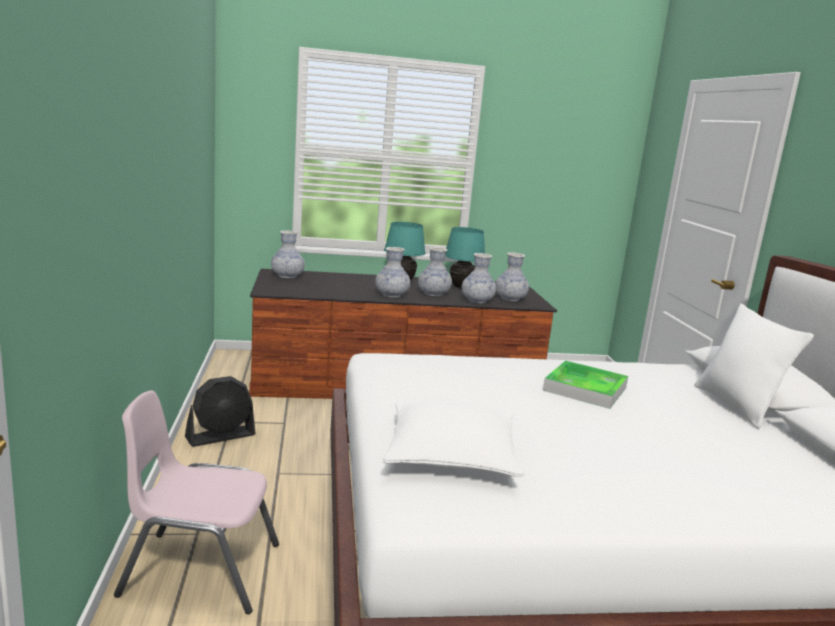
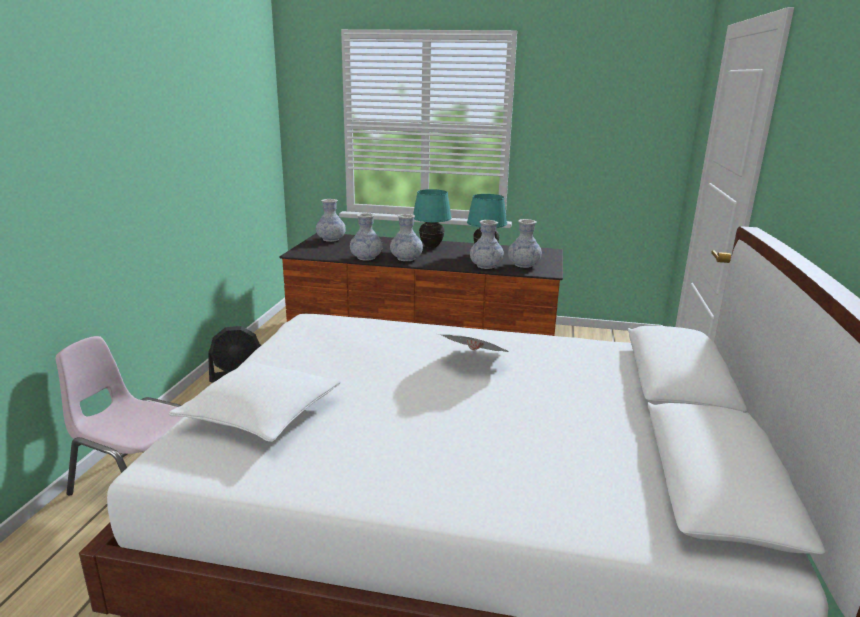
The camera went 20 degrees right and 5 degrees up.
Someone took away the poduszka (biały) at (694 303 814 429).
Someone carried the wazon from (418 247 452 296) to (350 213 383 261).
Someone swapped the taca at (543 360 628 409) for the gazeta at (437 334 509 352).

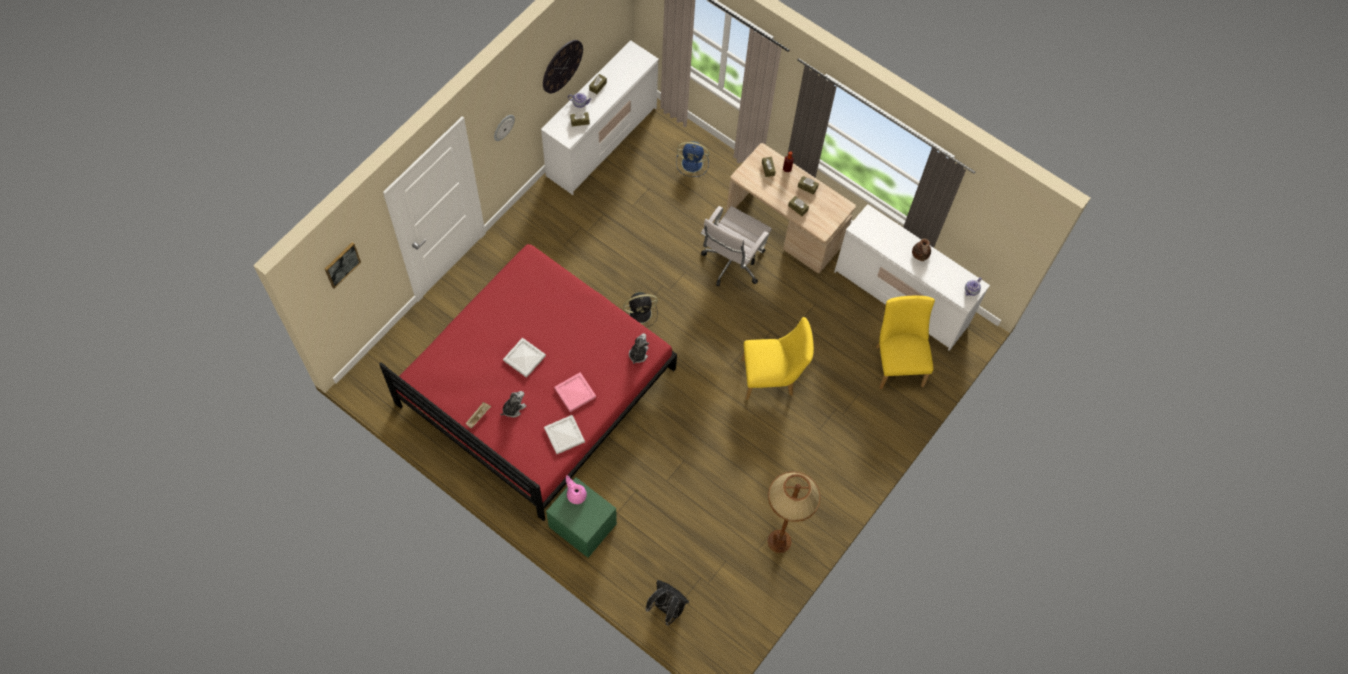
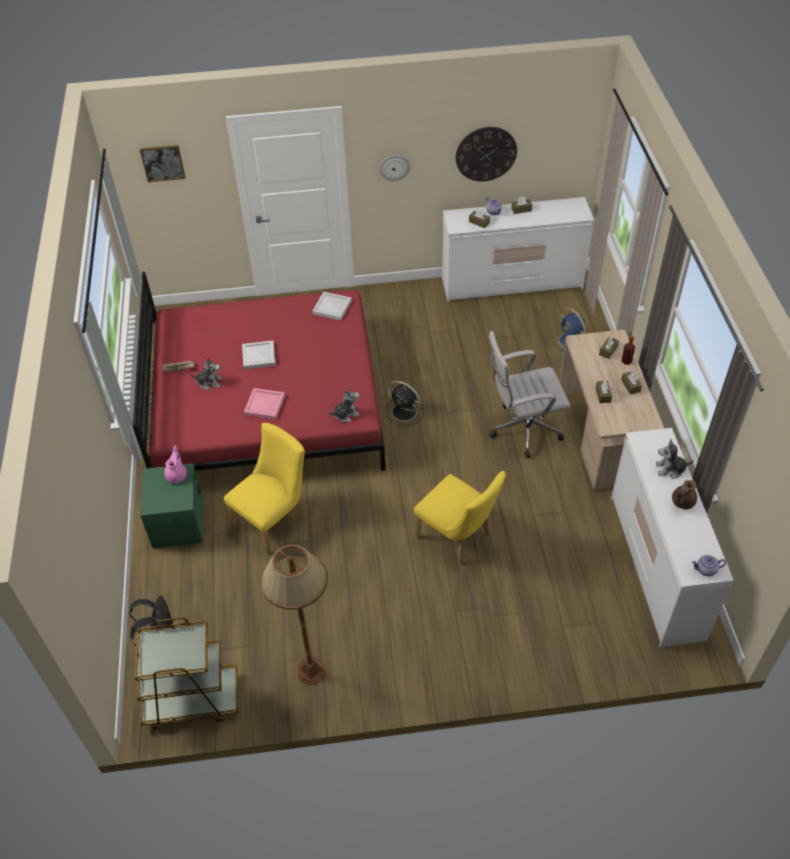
The camera went 50 degrees right and 15 degrees down.
Someone put down the wózek (brązowy) at (135 617 238 730).
Someone put down the pluszak at (656 439 694 479).
Someone carried the taca (biały) from (544 415 585 454) to (312 292 352 320).
Someone carried the krzesło (żółty) from (876 296 935 389) to (224 423 306 554).

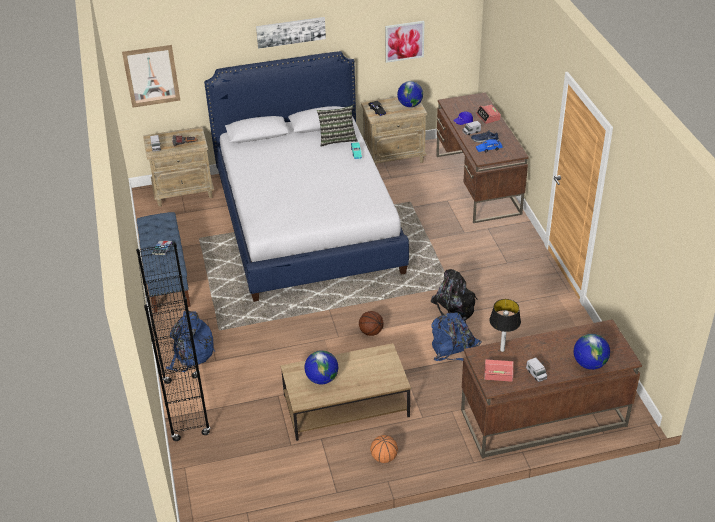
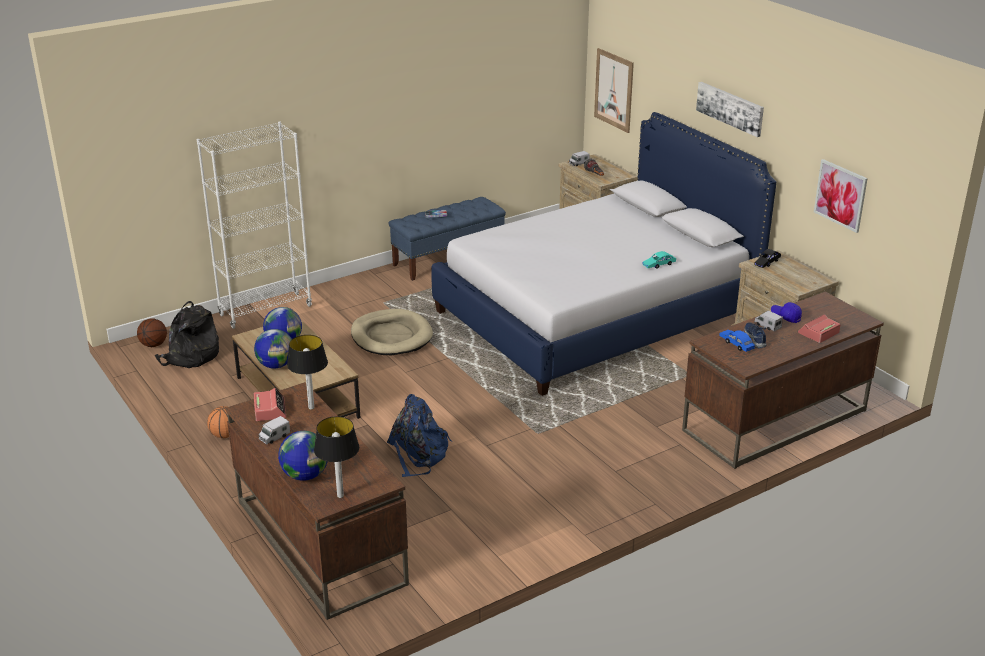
The camera went 70 degrees right and 10 degrees down.
Someone took away the plecak (niebieski) at (166 311 215 372).
Someone took away the poduszka at (317 105 358 147).
Someone put down the lampa stołowa at (314 416 359 498).
Someone put down the legowisko (beżowy) at (351 309 433 355).
Someone carried the piłka do koszykówki from (359 311 384 336) to (137 318 167 347).
Someone carried the globus from (397 81 423 107) to (254 329 292 369).
Someone carried the plecak (czarny) from (431 269 478 323) to (155 301 219 368).
Someone repainted the regał (czarny) at (136 242 210 441), which became the regał (biały) at (197 122 312 329).

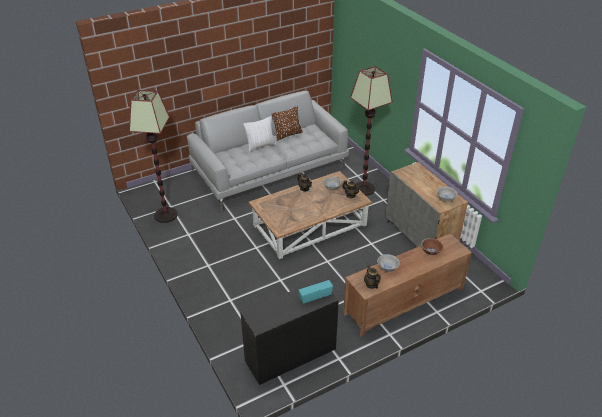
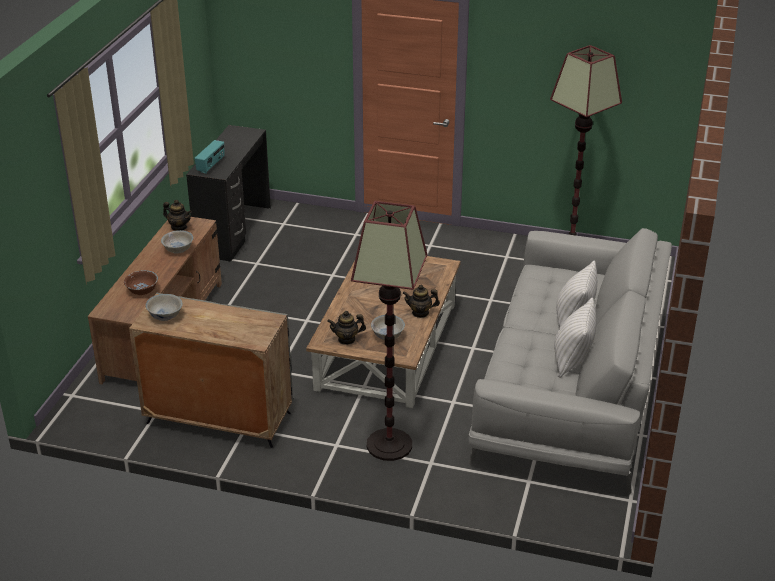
The camera went 135 degrees right and 5 degrees down.
Someone repainted the poduszka (brązowy) at (272 106 303 141), which became the poduszka (biały) at (554 298 596 378).

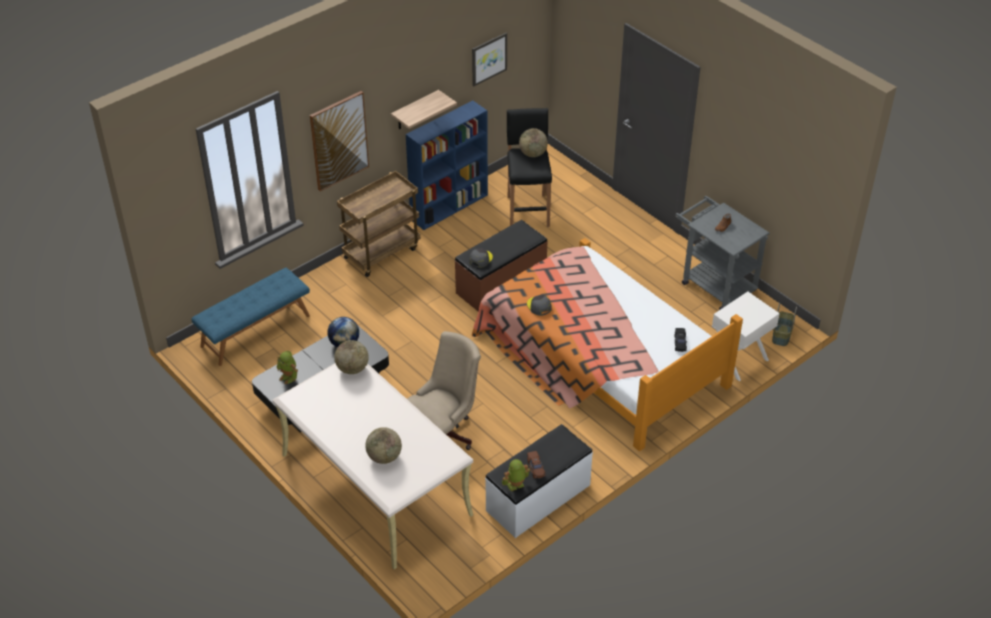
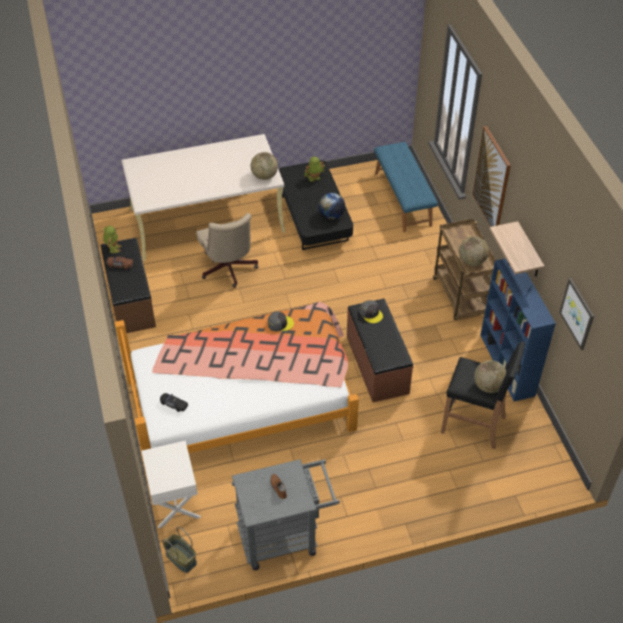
The camera went 115 degrees right and 5 degrees up.
Someone carried the globus from (365 427 402 464) to (459 237 489 266).
Someone repainted the ławka (biały) at (485 424 593 538), which became the ławka (brązowy) at (101 238 156 333).

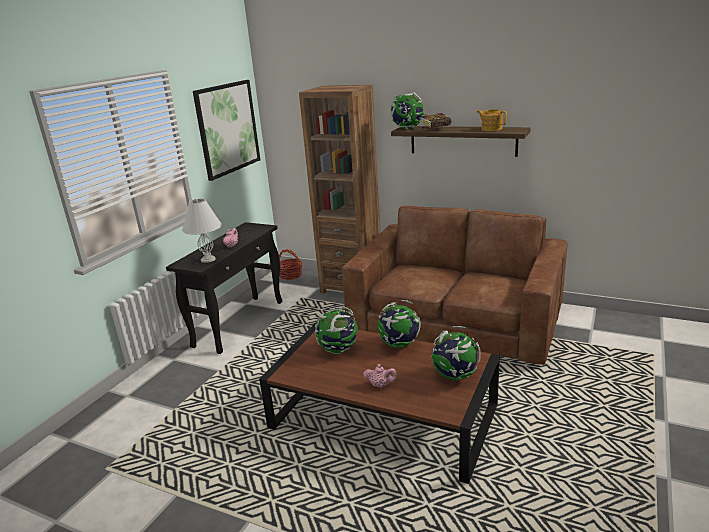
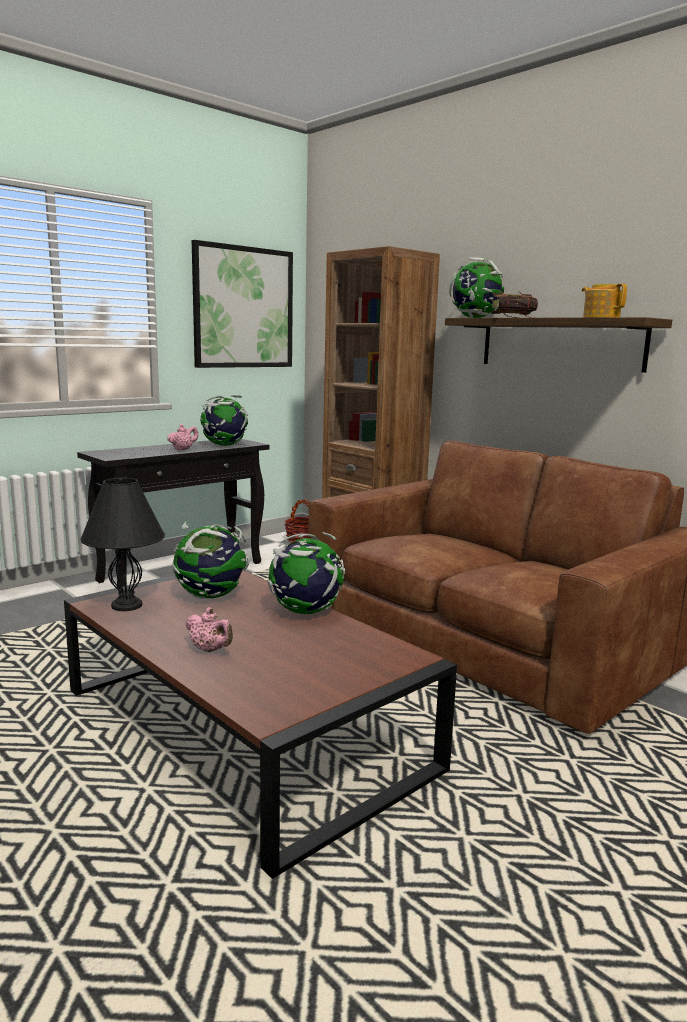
The camera went 20 degrees right and 10 degrees down.
Someone took away the lampa stołowa (biały) at (182 198 222 263).
Someone put down the lampa stołowa (czarny) at (80 478 165 611).
Someone carried the globus from (431 326 481 380) to (200 395 248 446).

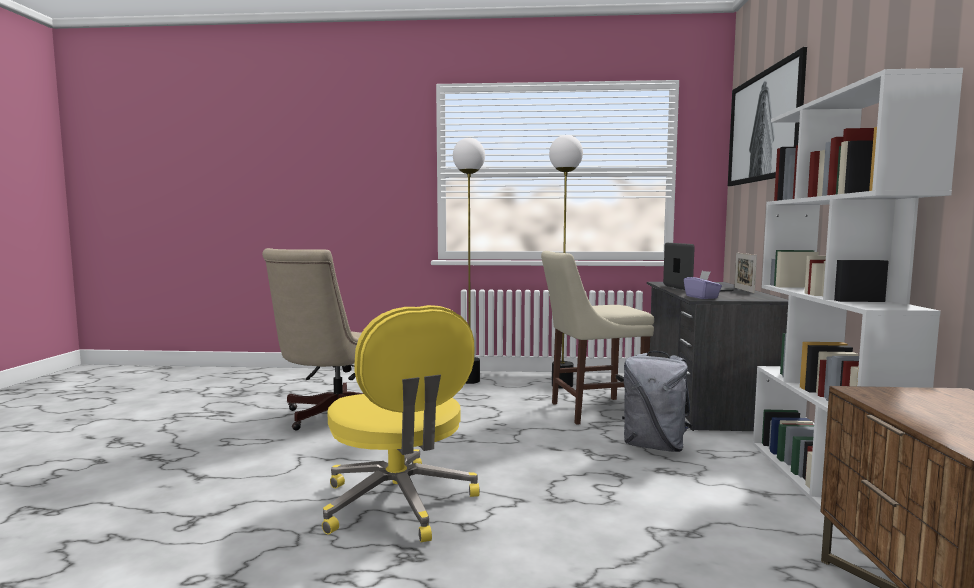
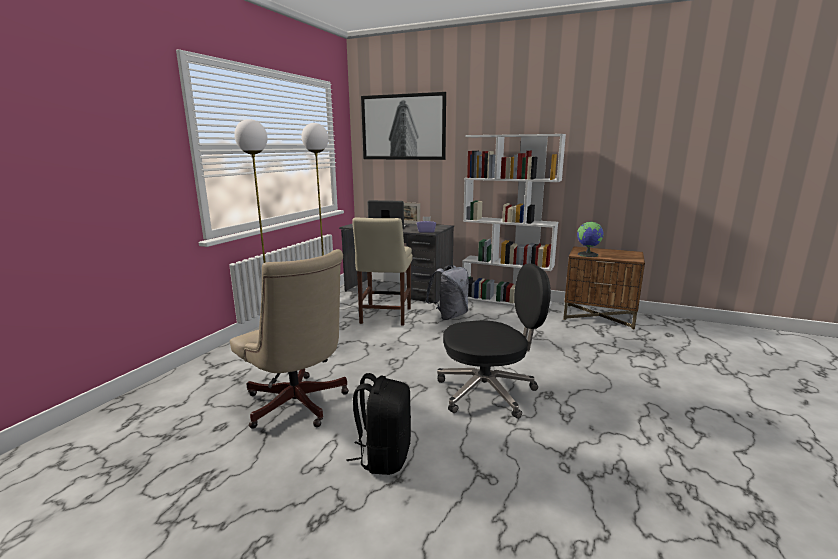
The camera went 70 degrees left and 10 degrees up.
Someone put down the plecak (czarny) at (346 373 411 475).
Someone put down the globus at (577 221 604 257).
Someone repainted the krzesło biurowe (żółty) at (322 305 480 542), which became the krzesło biurowe (czarny) at (437 263 551 419).

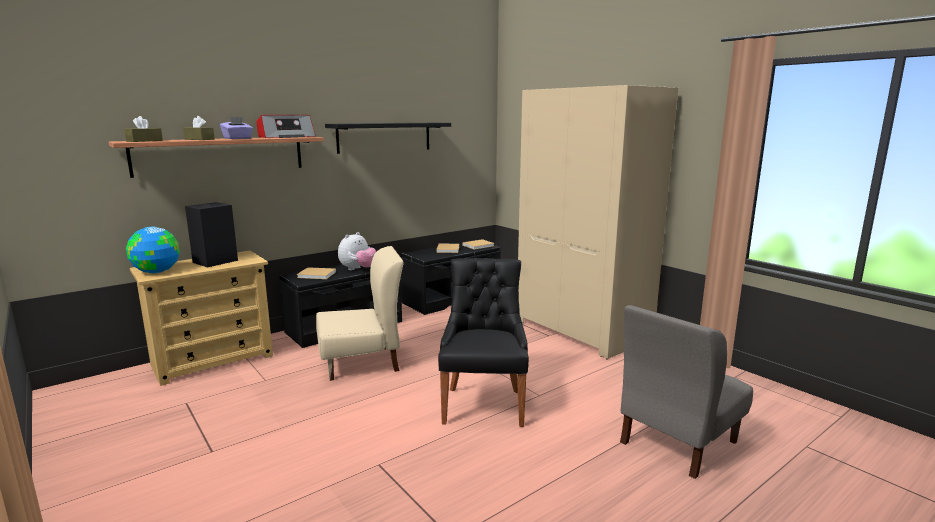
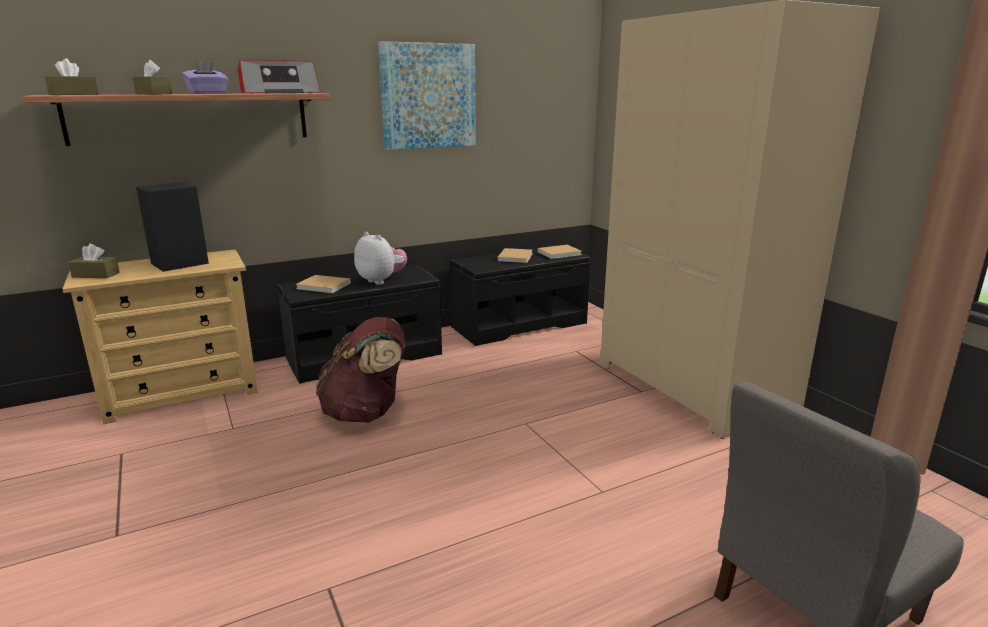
The camera went 10 degrees right and 5 degrees up.
Someone took away the krzesło (czarny) at (438 258 529 427).
Someone swapped the globus at (126 226 180 273) for the pudełko chusteczek (brązowy) at (68 244 120 278).
Someone swapped the krzesło (beżowy) at (316 246 404 381) for the plecak (brązowy) at (315 317 405 422).
Someone swapped the półka (czarny) at (325 123 451 154) for the obraz at (378 41 476 150).
Someone rotated the pluszak at (338 232 376 270) by 90 degrees counterclockwise.

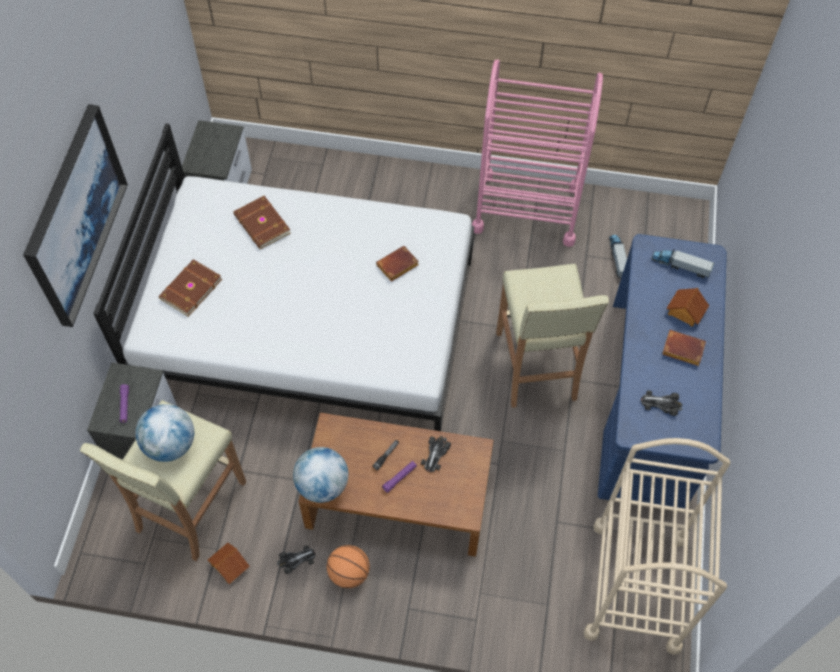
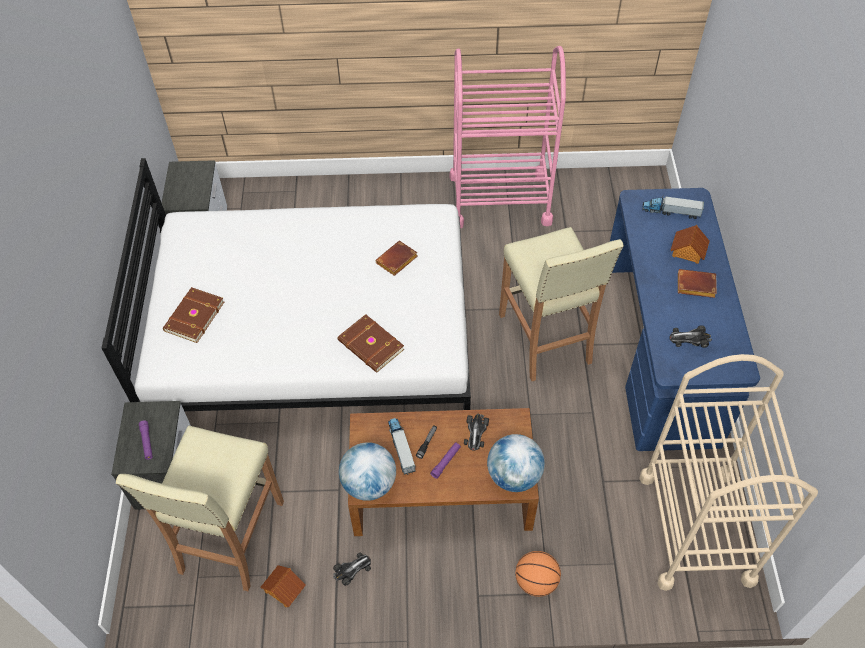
The camera went 10 degrees left and 5 degrees down.
Someone took away the obraz at (23 104 128 327).
Someone carried the globus from (135 404 194 462) to (487 434 545 492).
Someone carried the książka (brązowy) from (233 196 291 249) to (337 314 404 373).
Someone carried the piłka do koszykówki from (327 545 370 588) to (515 551 561 597).
Someone carried the ciężarówka zabawkowa from (609 235 627 279) to (388 418 415 475).

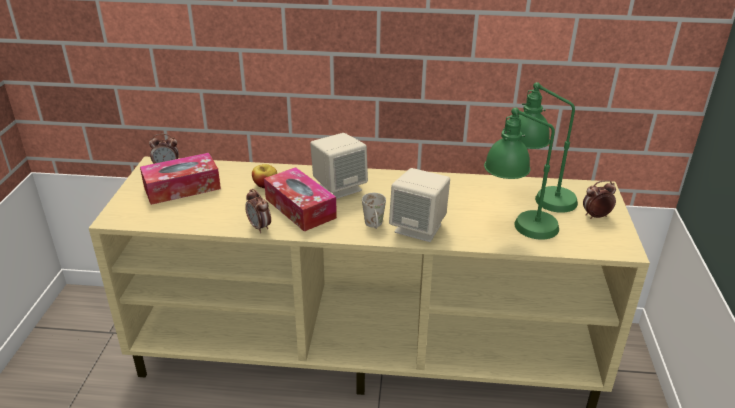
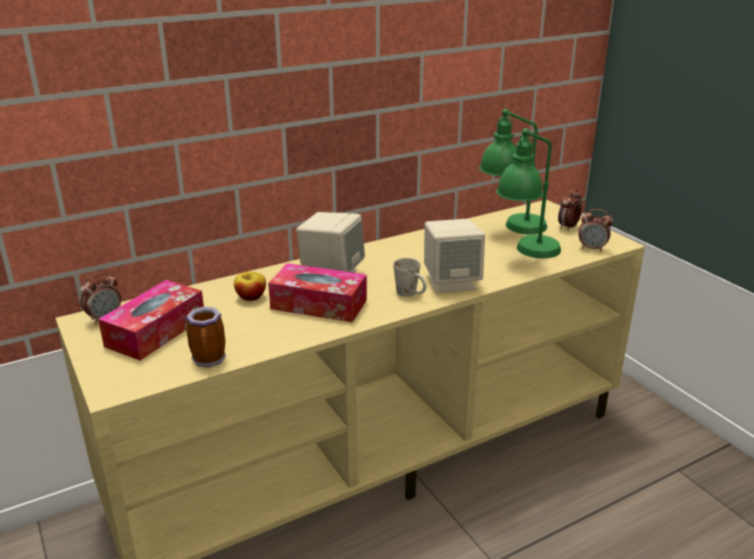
The camera went 35 degrees left and 5 degrees down.
Someone put down the kubek at (186 307 226 368).
Someone carried the budzik from (245 189 271 233) to (579 209 613 252).

